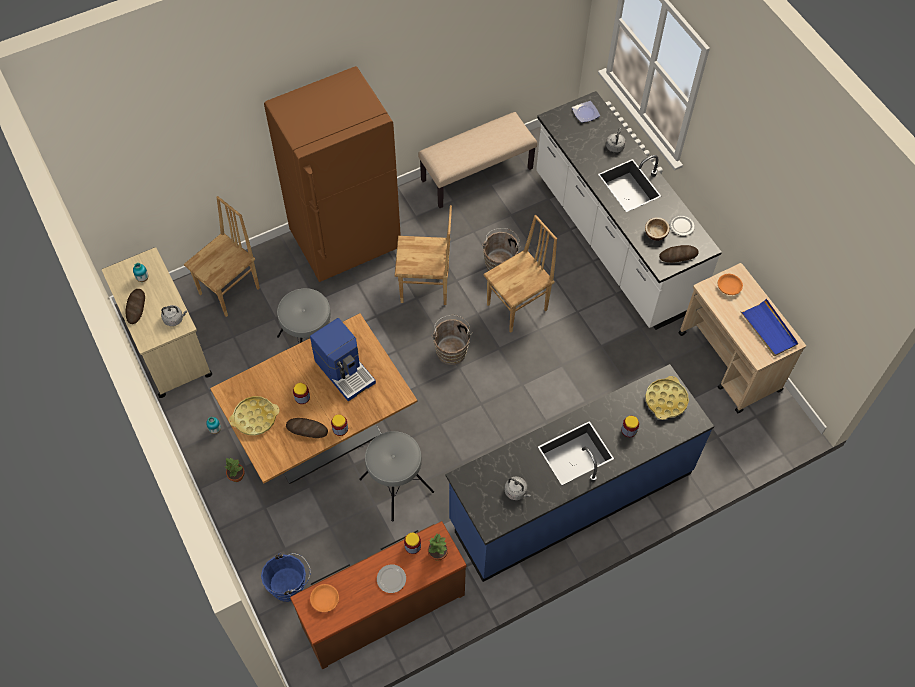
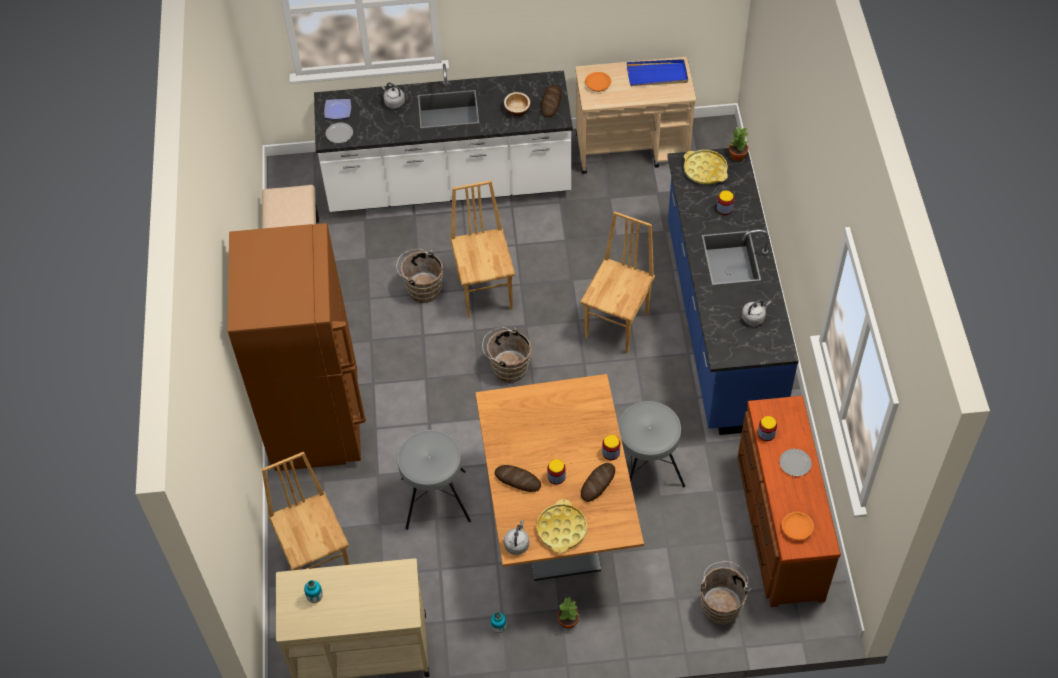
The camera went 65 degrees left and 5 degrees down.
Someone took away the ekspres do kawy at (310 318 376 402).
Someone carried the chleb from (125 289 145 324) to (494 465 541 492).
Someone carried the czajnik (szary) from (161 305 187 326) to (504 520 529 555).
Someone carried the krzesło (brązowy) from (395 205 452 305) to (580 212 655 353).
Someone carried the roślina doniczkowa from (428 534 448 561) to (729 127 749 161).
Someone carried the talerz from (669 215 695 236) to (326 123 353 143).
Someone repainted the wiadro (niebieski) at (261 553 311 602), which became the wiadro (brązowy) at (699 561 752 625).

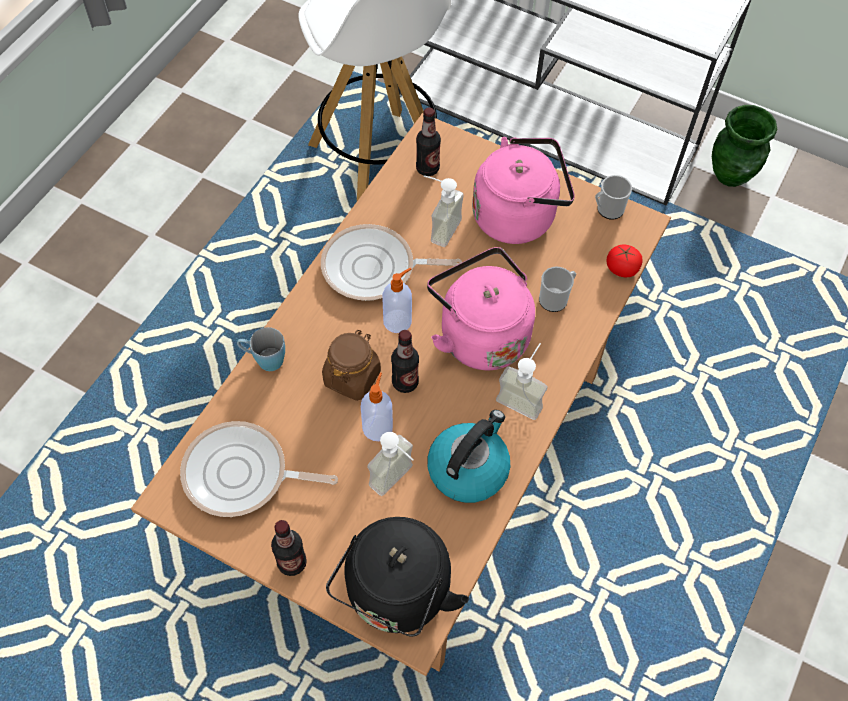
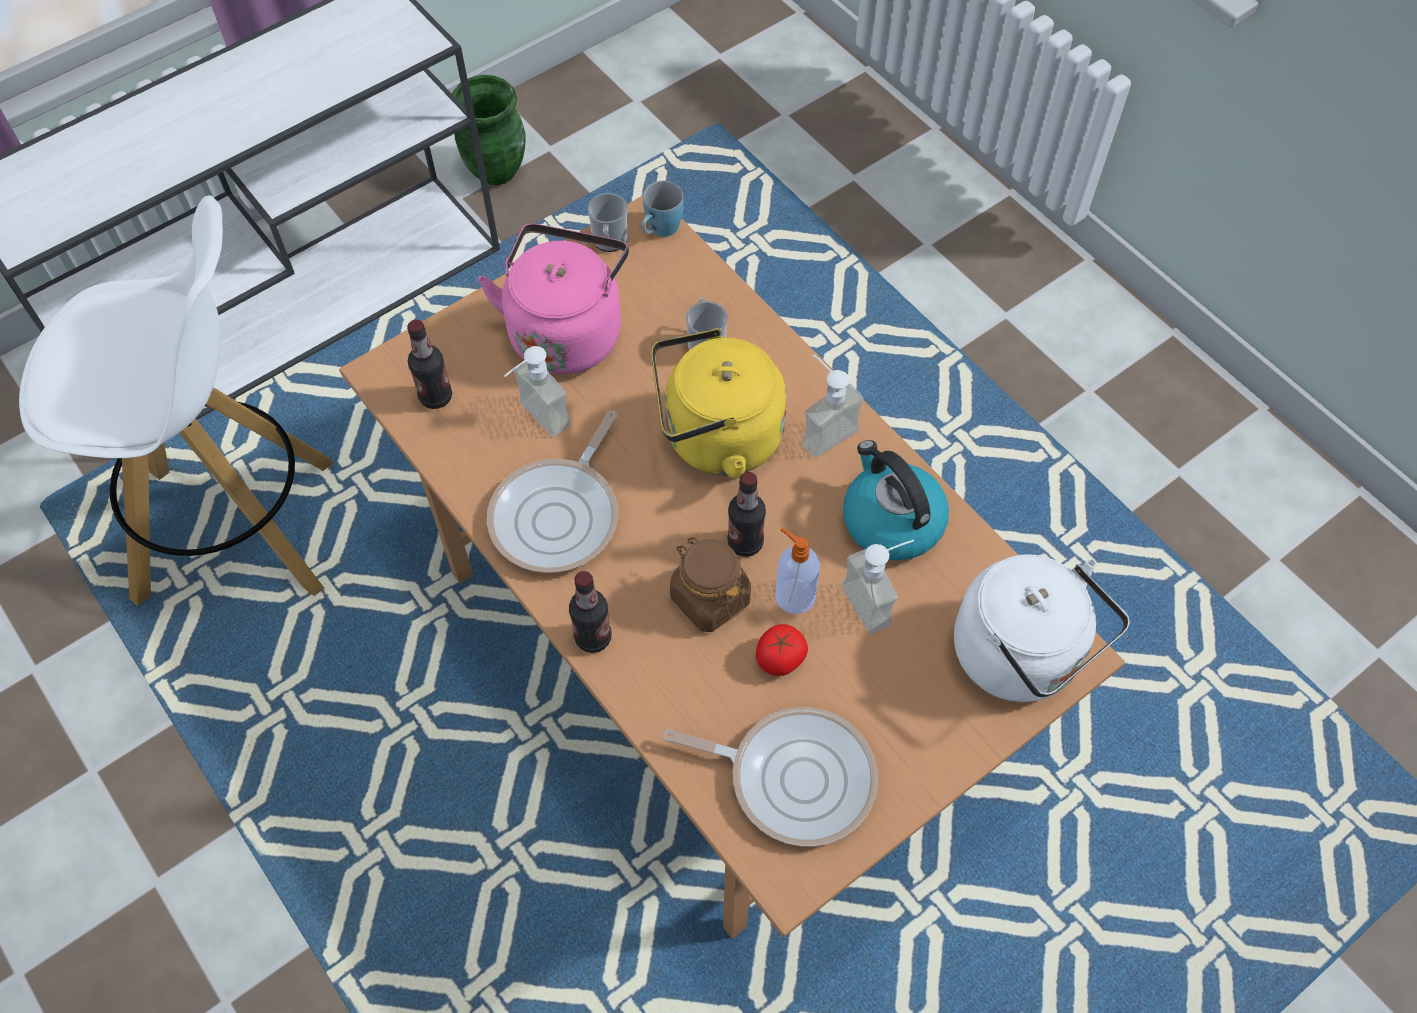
The camera went 65 degrees left and 0 degrees up.
Someone took away the dozownik mydła at (382 267 412 333).
Someone carried the kubek (niebieski) from (237 327 285 371) to (642 181 684 237).
Someone carried the butelka from (271 520 307 576) to (569 571 611 653).
Someone carried the pomidor from (607 244 643 277) to (756 624 808 676).
Someone repainted the czajnik (czarny) at (326 517 469 637), which became the czajnik (biały) at (954 554 1130 702).
Someone repainted the czajnik (różowy) at (427 247 535 370), which became the czajnik (żółty) at (651 328 787 478).
Someone rotated the patelnia at (180 421 338 517) by 105 degrees counterclockwise.

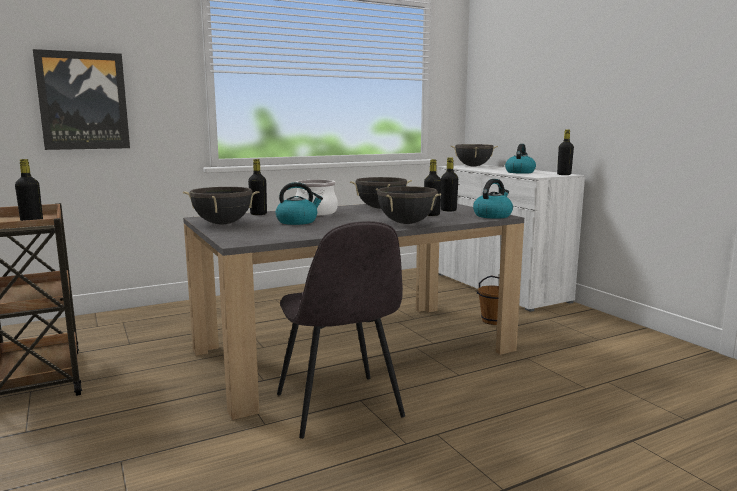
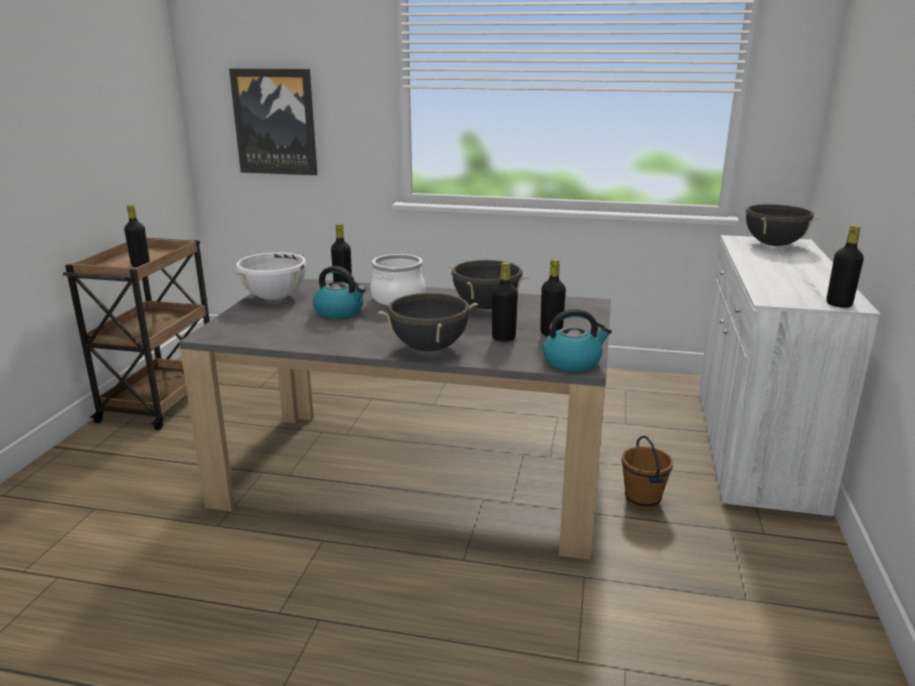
The camera went 40 degrees right and 10 degrees up.
Someone took away the krzesło (szary) at (277 221 405 439).
Someone took away the czajnik at (505 144 536 174).
Someone repainted the garnek (czarny) at (183 187 259 224), which became the garnek (biały) at (236 252 307 300).

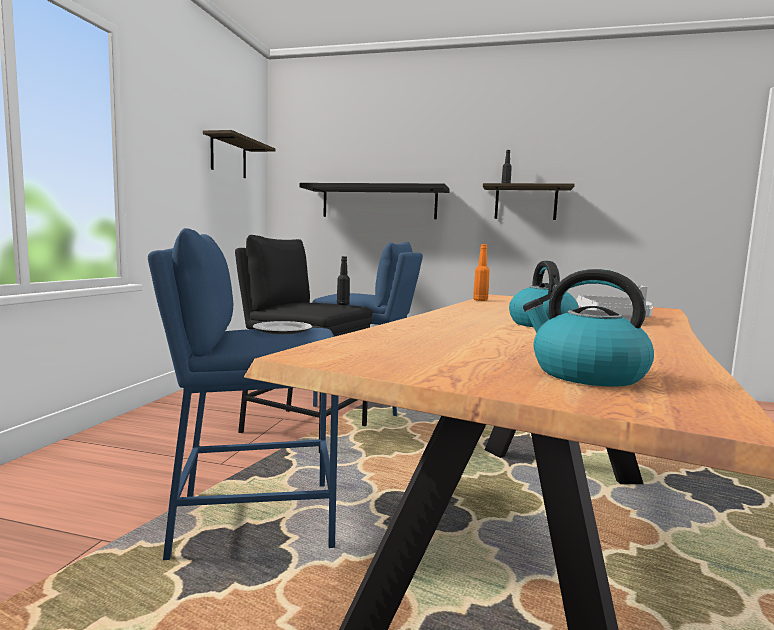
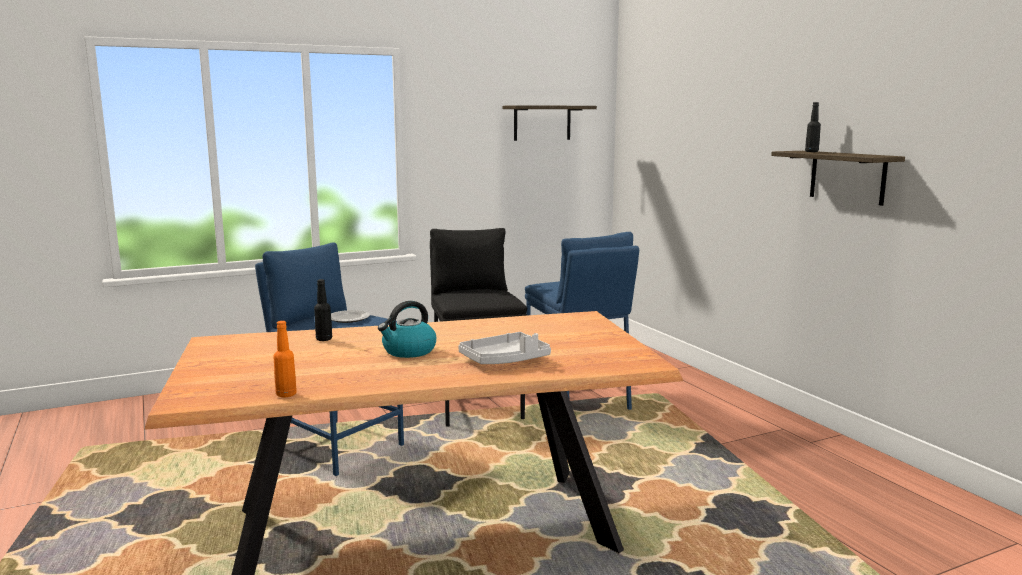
The camera went 50 degrees right and 5 degrees up.
Someone took away the półka (czarny) at (300 183 450 219).
Someone took away the czajnik at (523 269 654 387).
Someone carried the butelka (czarny) from (337 256 350 305) to (314 279 332 341).
Someone carried the butelka (pomarańczowy) from (473 244 490 301) to (273 321 297 397).

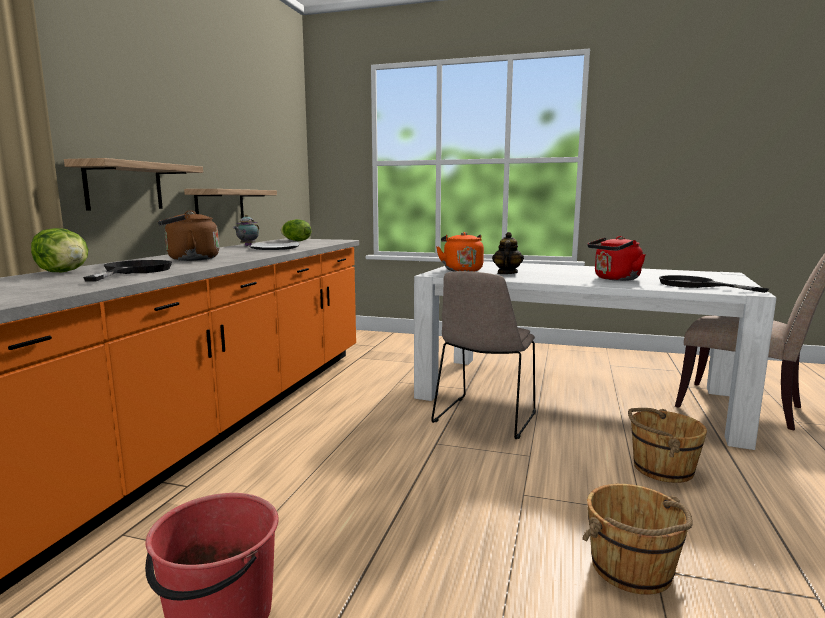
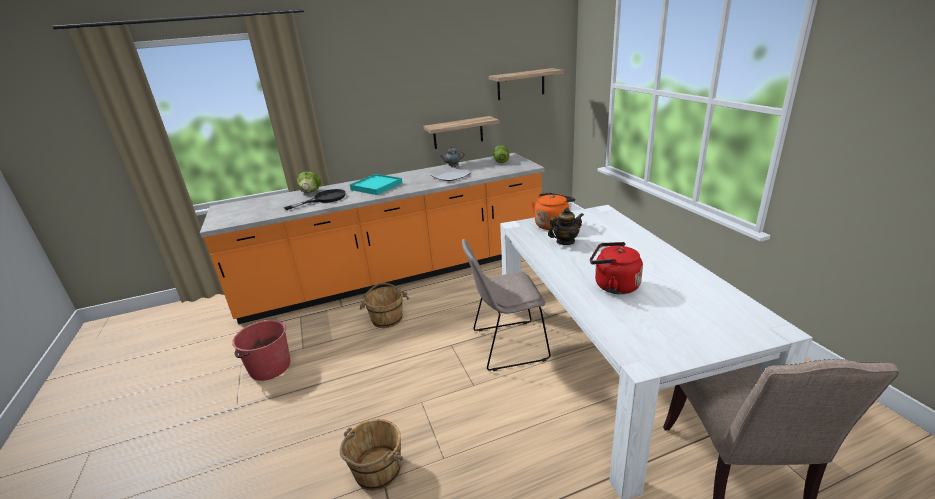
The camera went 55 degrees right and 15 degrees up.
Someone took away the patelnia (czarny) at (659 275 770 293).
Someone carried the półka from (64 158 203 211) to (489 68 564 100).
Someone carried the wiadro (brązowy) from (628 408 707 483) to (360 283 409 328).
Someone swapped the czajnik (brązowy) at (158 210 219 261) for the taca (turkusowy) at (350 174 402 195).

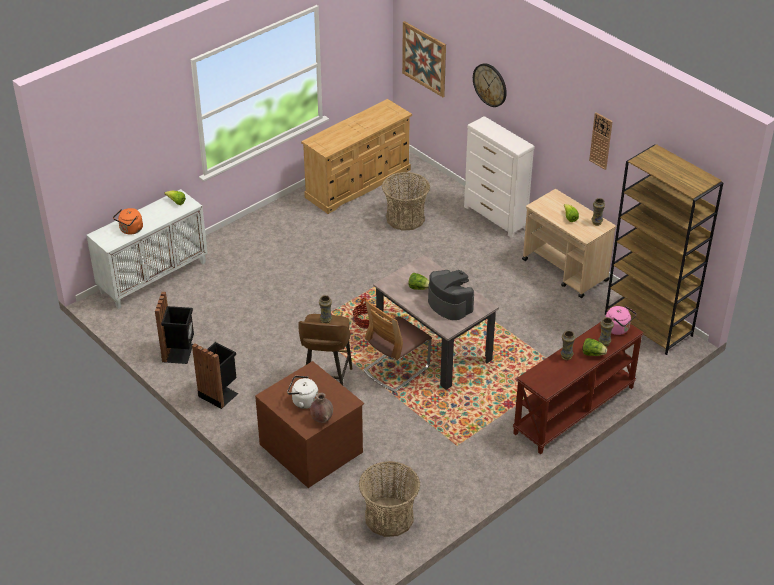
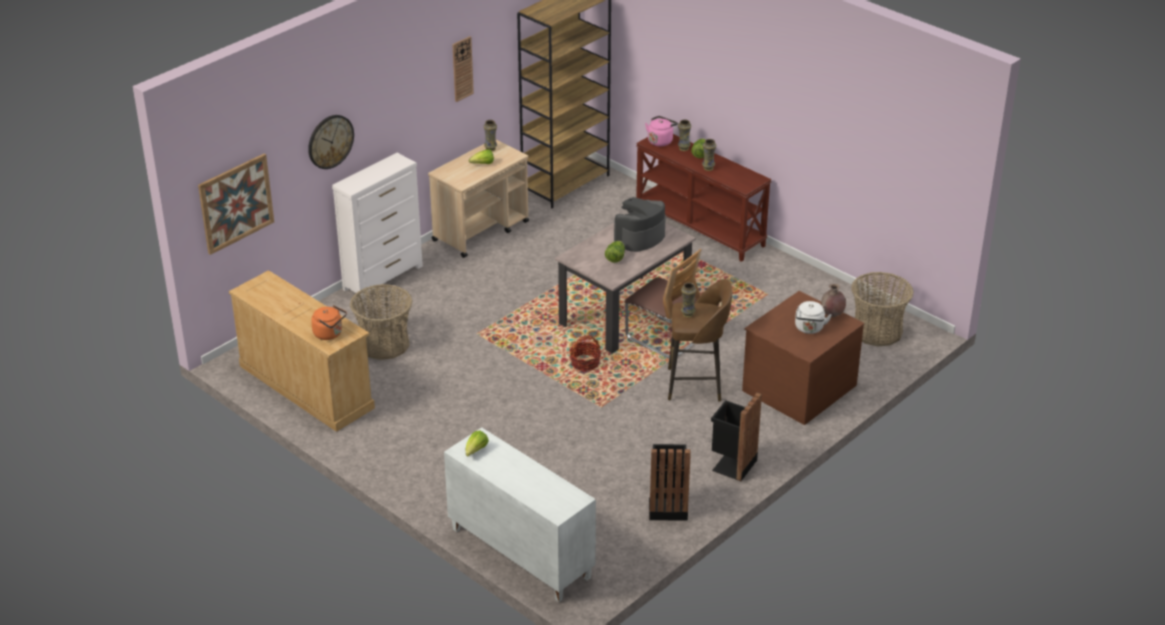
The camera went 95 degrees left and 5 degrees down.
Someone carried the czajnik (pomarańczowy) from (113 208 143 235) to (311 305 347 340).

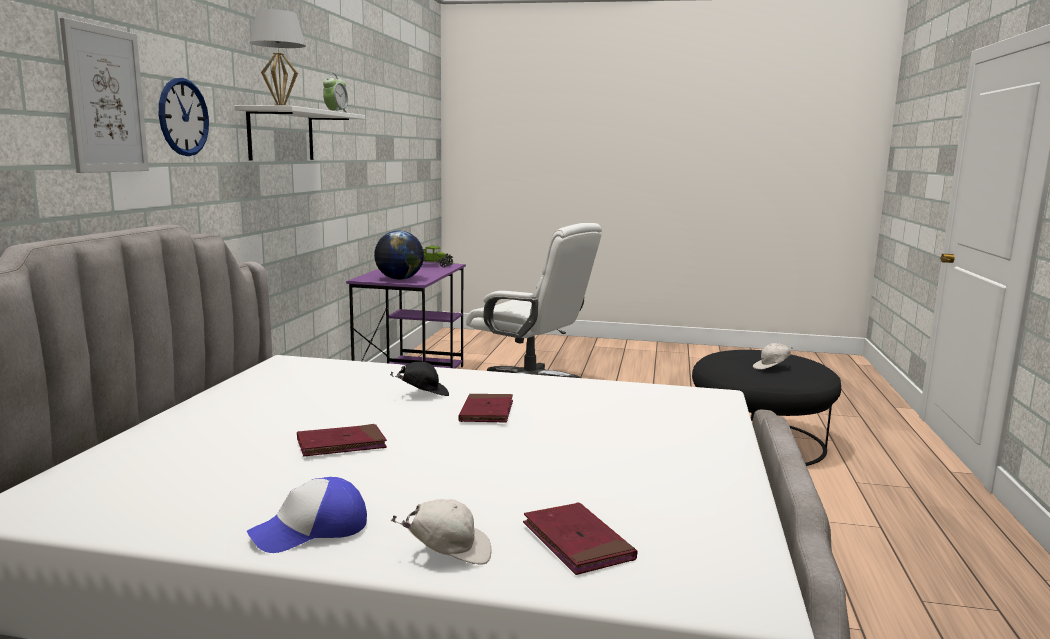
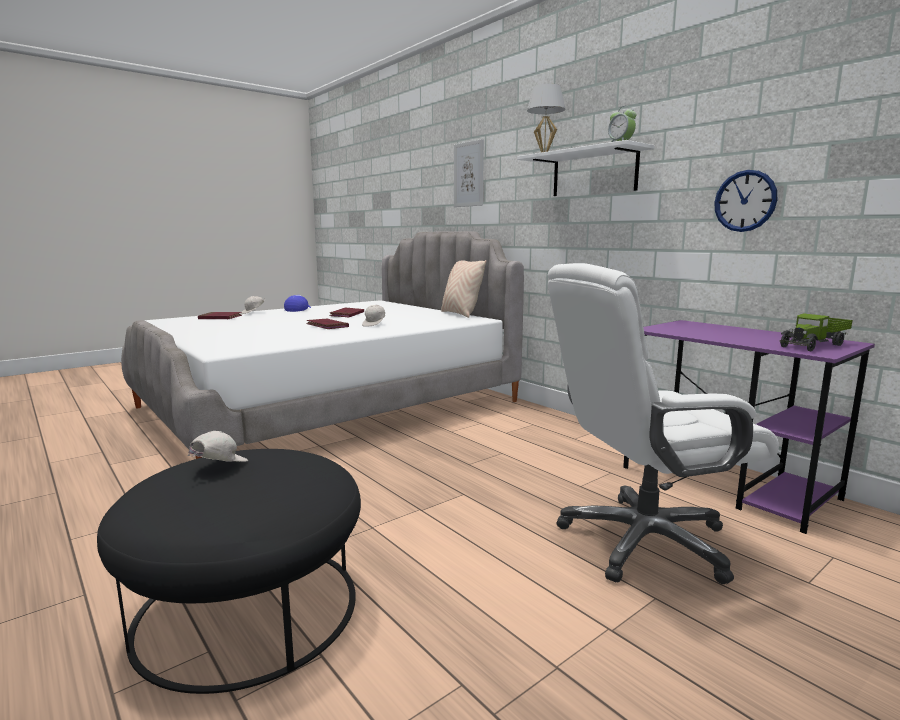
The camera went 130 degrees right and 0 degrees up.
Someone took away the globus at (374 231 424 280).
Someone put down the poduszka (beżowy) at (441 260 486 318).
Someone carried the zegar ścienny from (159 78 209 156) to (714 170 778 232).
Someone repainted the czapka z daszkiem (czarny) at (390 362 449 396), which became the czapka z daszkiem (biały) at (362 305 385 327).

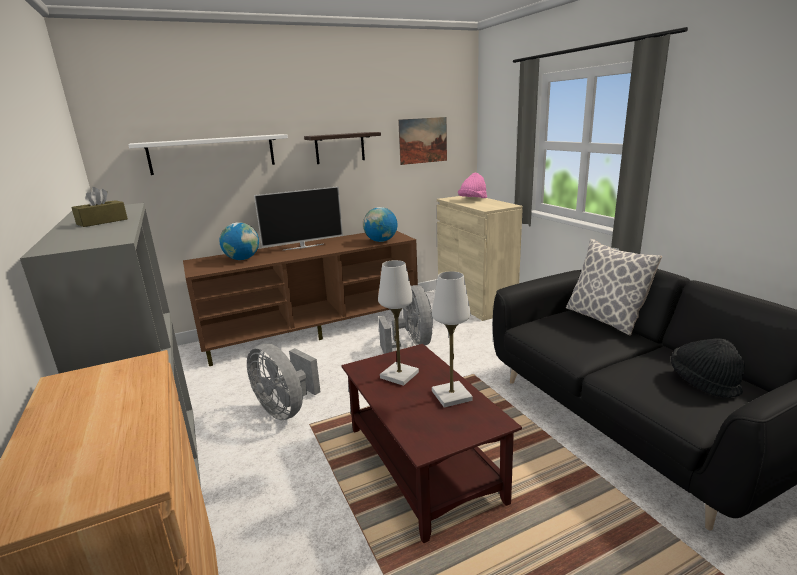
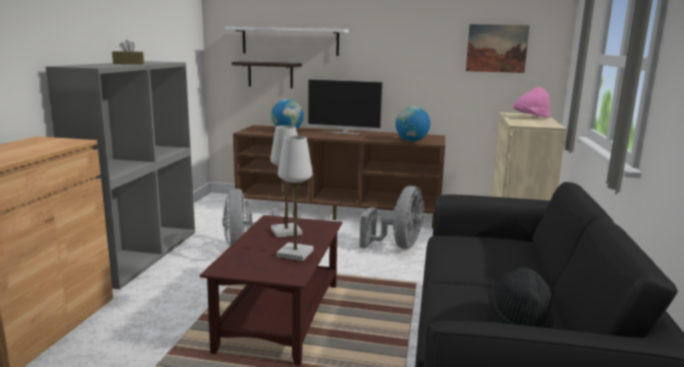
The camera went 35 degrees right and 5 degrees down.
Someone took away the poduszka at (566 239 662 335).
Someone carried the półka from (304 132 381 164) to (232 61 302 88).

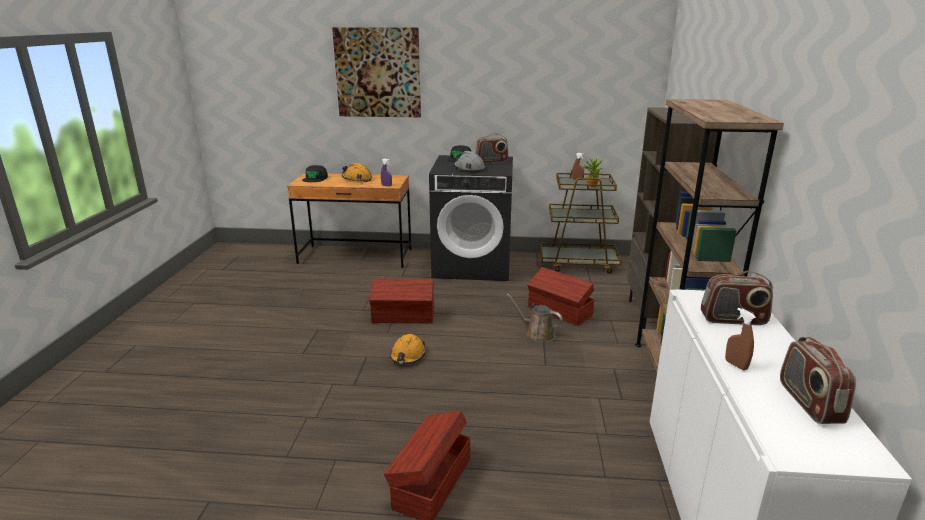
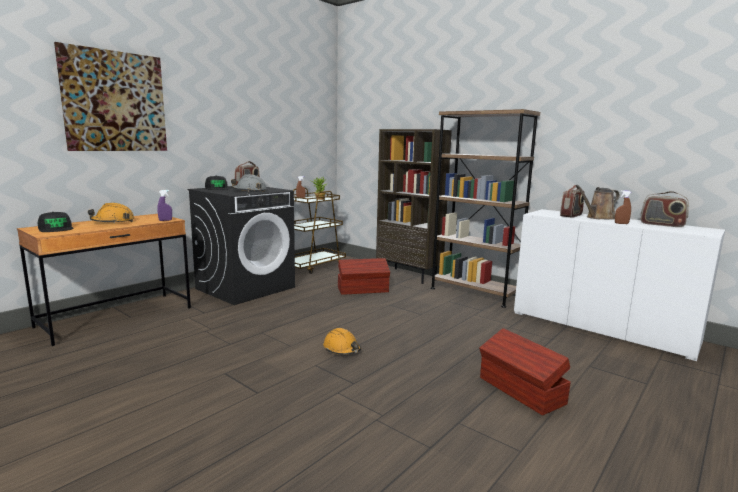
The camera went 55 degrees left and 10 degrees down.
Someone took away the pojemnik do przechowywania (brązowy) at (369 278 434 323).
Someone carried the konewka (brązowy) from (506 293 563 342) to (576 185 620 220).

